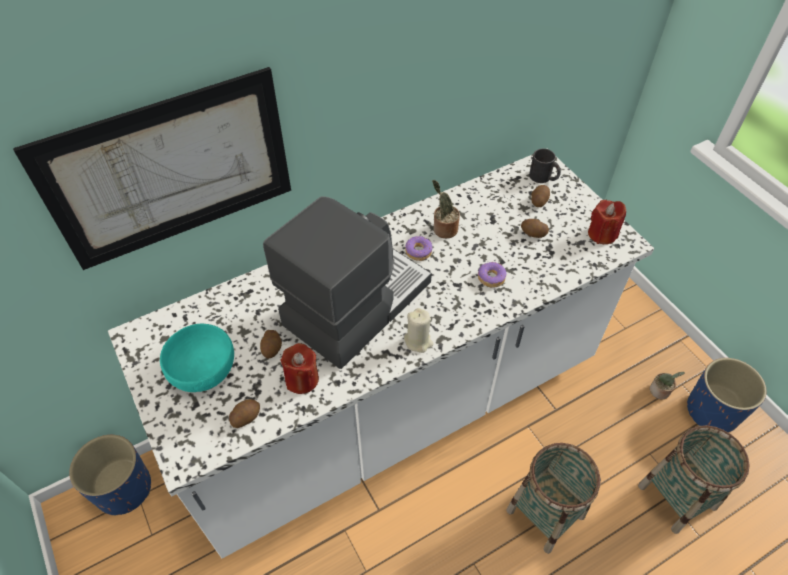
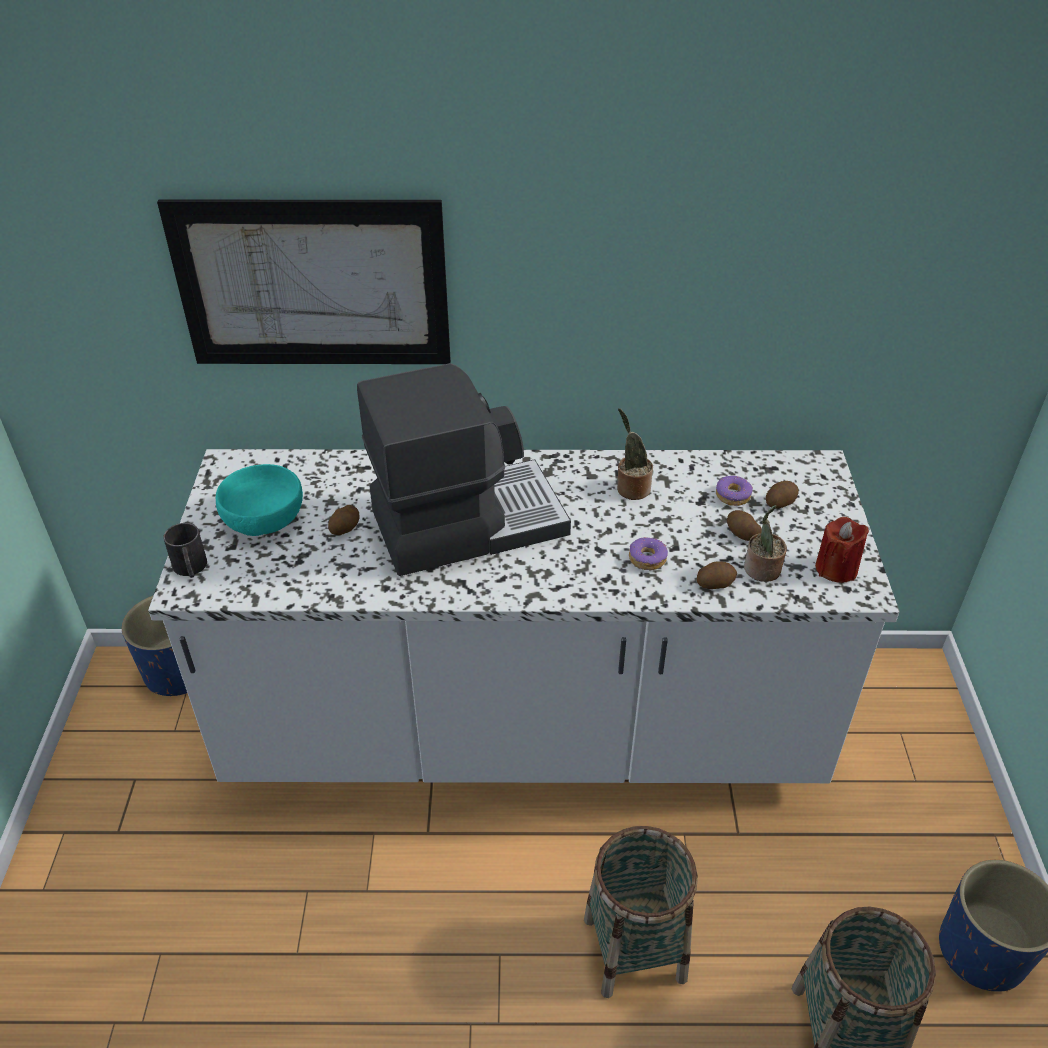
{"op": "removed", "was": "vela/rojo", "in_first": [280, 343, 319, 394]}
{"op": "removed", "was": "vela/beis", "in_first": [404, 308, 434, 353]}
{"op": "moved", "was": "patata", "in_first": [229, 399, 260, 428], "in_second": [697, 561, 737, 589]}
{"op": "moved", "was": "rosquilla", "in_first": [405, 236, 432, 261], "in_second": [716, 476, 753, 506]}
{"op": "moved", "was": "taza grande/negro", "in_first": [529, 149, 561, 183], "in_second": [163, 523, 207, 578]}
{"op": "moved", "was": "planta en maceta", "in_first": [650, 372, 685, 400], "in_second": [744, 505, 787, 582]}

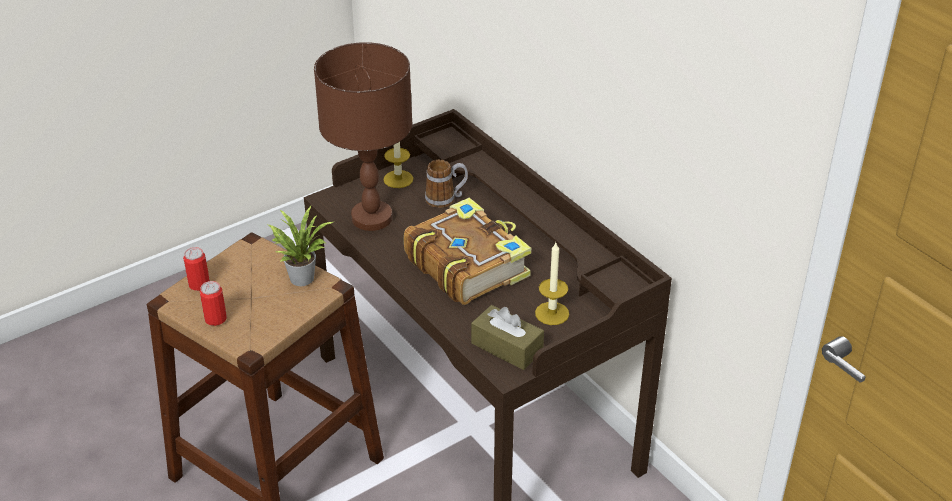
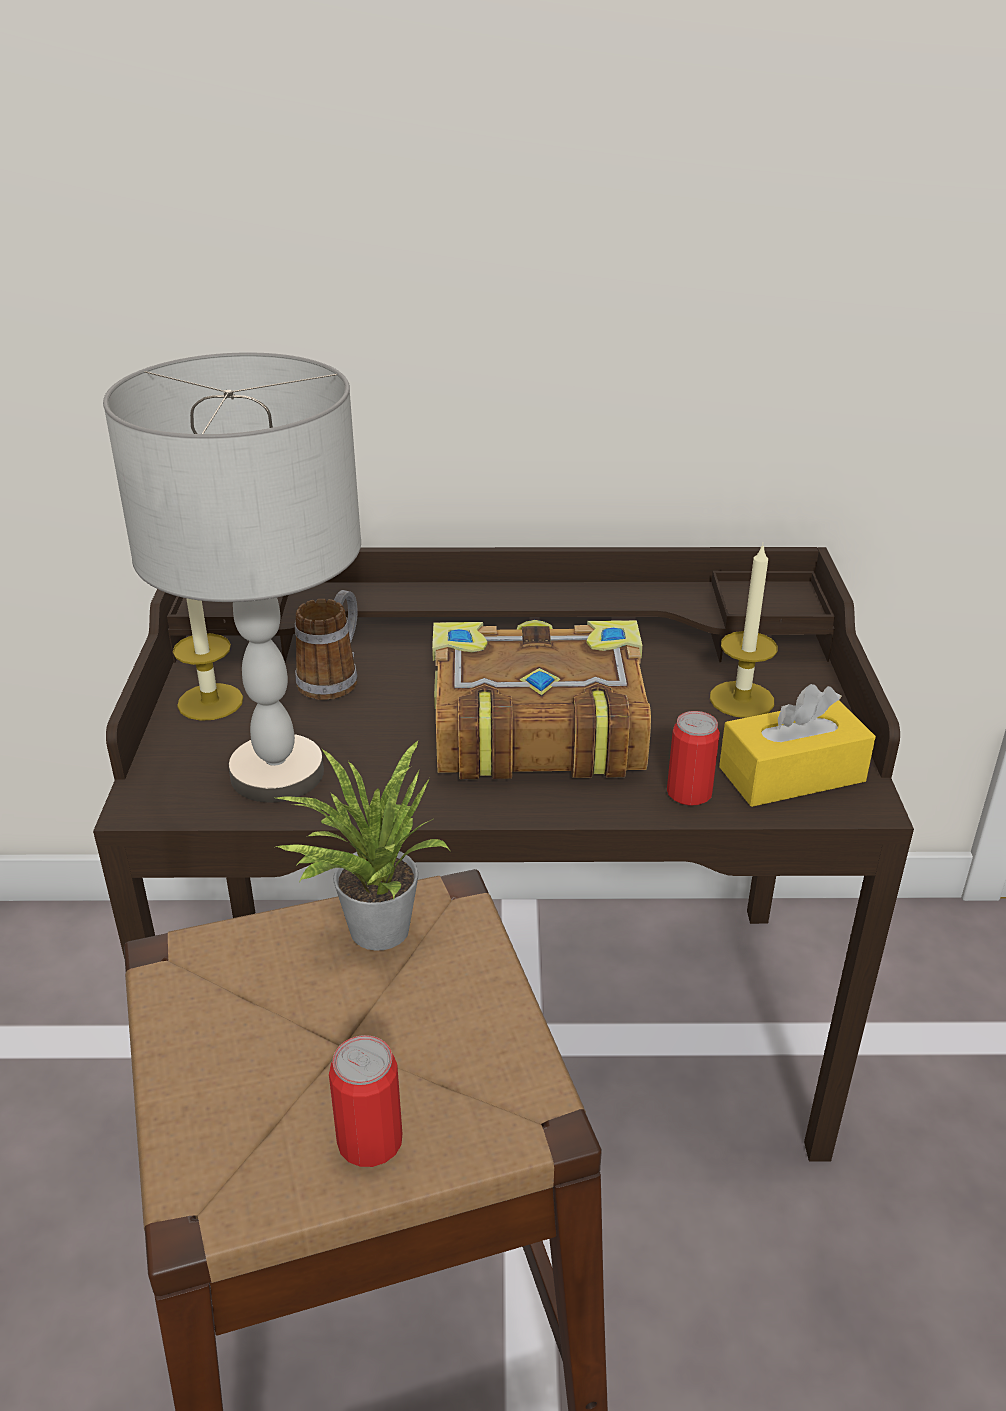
{"op": "moved", "was": "lata", "in_first": [183, 247, 210, 291], "in_second": [667, 711, 720, 806]}
{"op": "recoloured", "was": "lámpara de mesa/marrón", "now": "lámpara de mesa/gris", "in_first": [314, 42, 412, 231], "in_second": [103, 353, 361, 803]}
{"op": "recoloured", "was": "caja de pañuelos/marrón", "now": "caja de pañuelos/amarillo", "in_first": [471, 305, 544, 370], "in_second": [719, 684, 876, 807]}

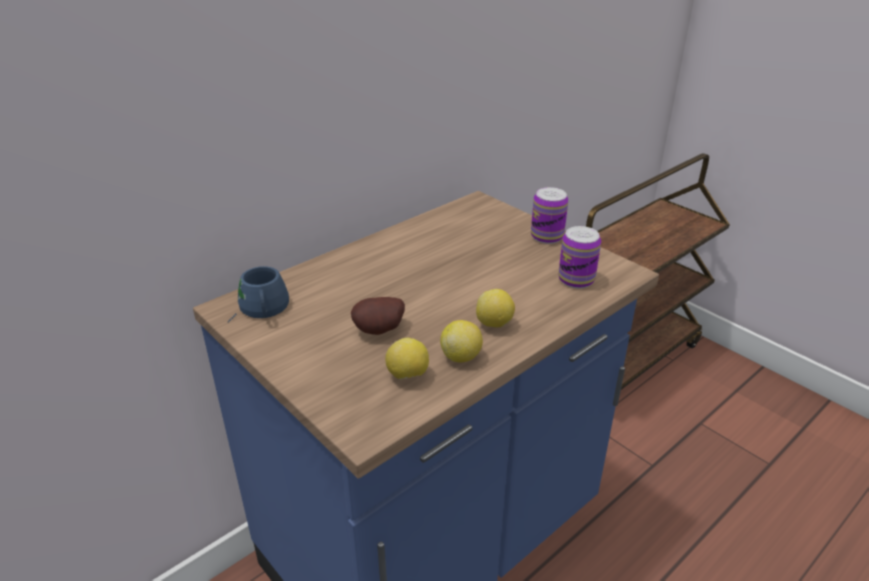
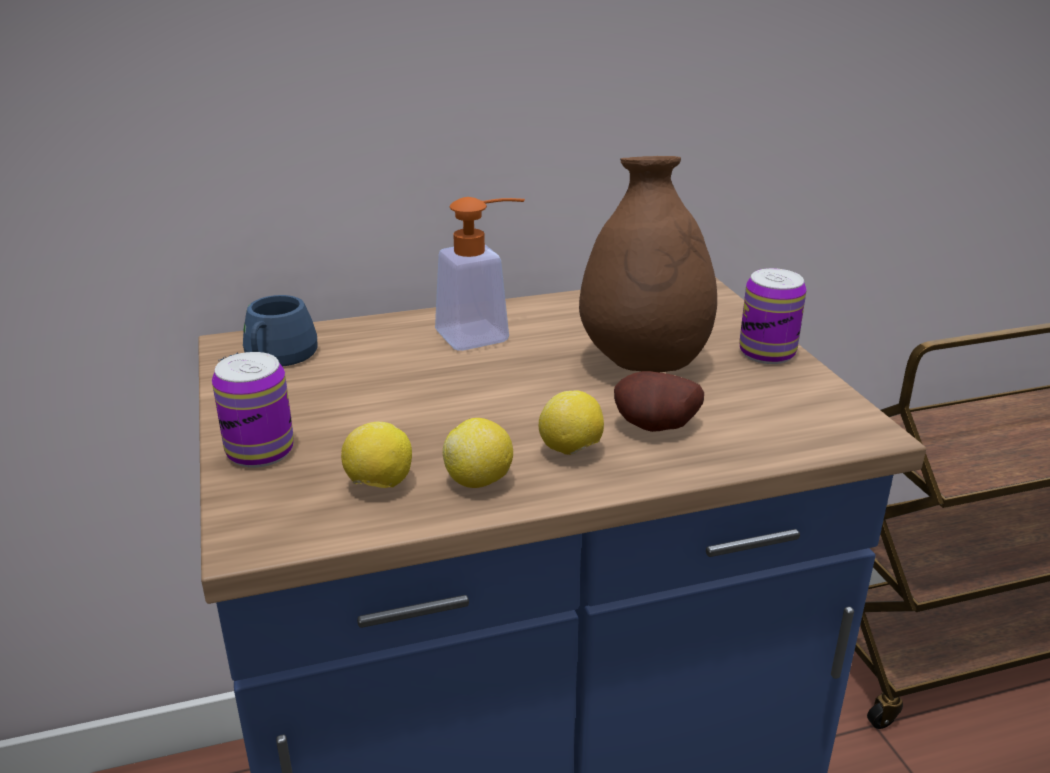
{"op": "added", "now": "dispensador de jabón", "in_second": [435, 197, 525, 351]}
{"op": "added", "now": "florero/marrón", "in_second": [579, 156, 717, 372]}
{"op": "moved", "was": "patata", "in_first": [351, 297, 405, 335], "in_second": [614, 371, 704, 432]}
{"op": "moved", "was": "lata", "in_first": [558, 226, 601, 288], "in_second": [212, 352, 294, 468]}

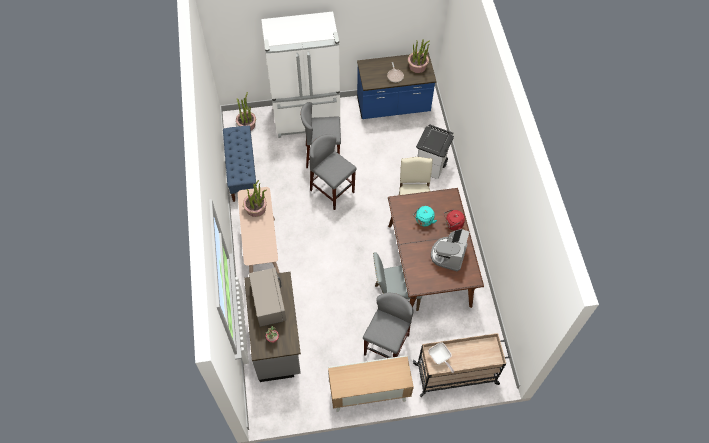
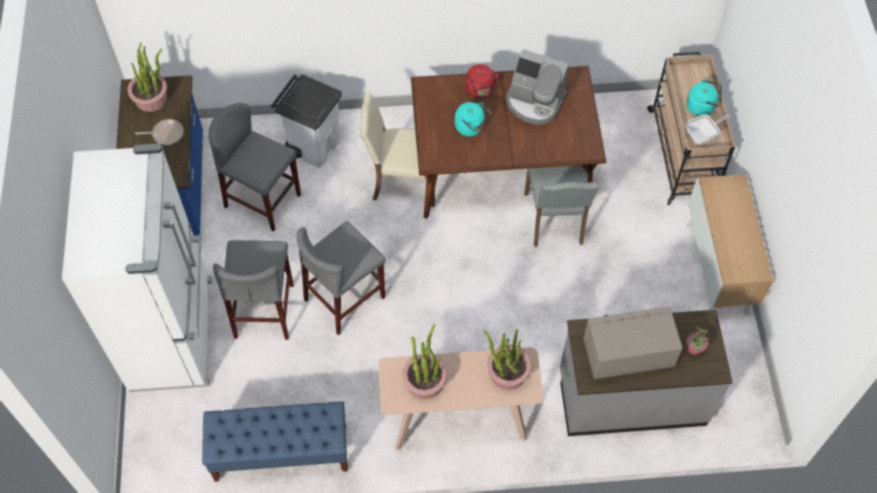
{"op": "added", "now": "hervidor/turquesa", "in_second": [686, 79, 722, 116]}
{"op": "moved", "was": "planta en maceta", "in_first": [236, 92, 256, 131], "in_second": [484, 329, 532, 390]}
{"op": "moved", "was": "taburete/gris", "in_first": [363, 293, 413, 358], "in_second": [209, 103, 301, 232]}

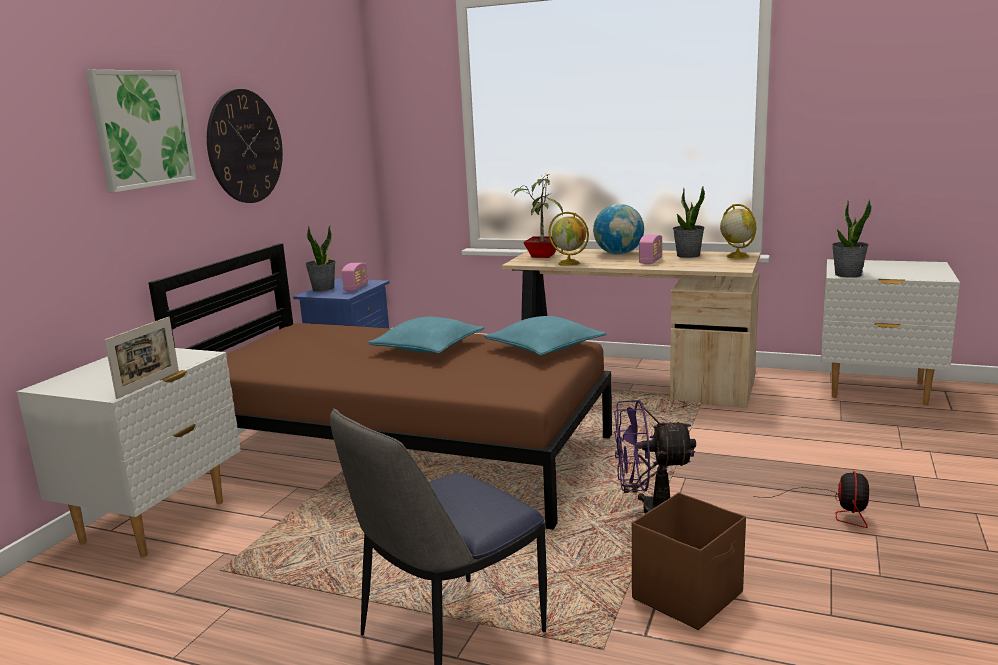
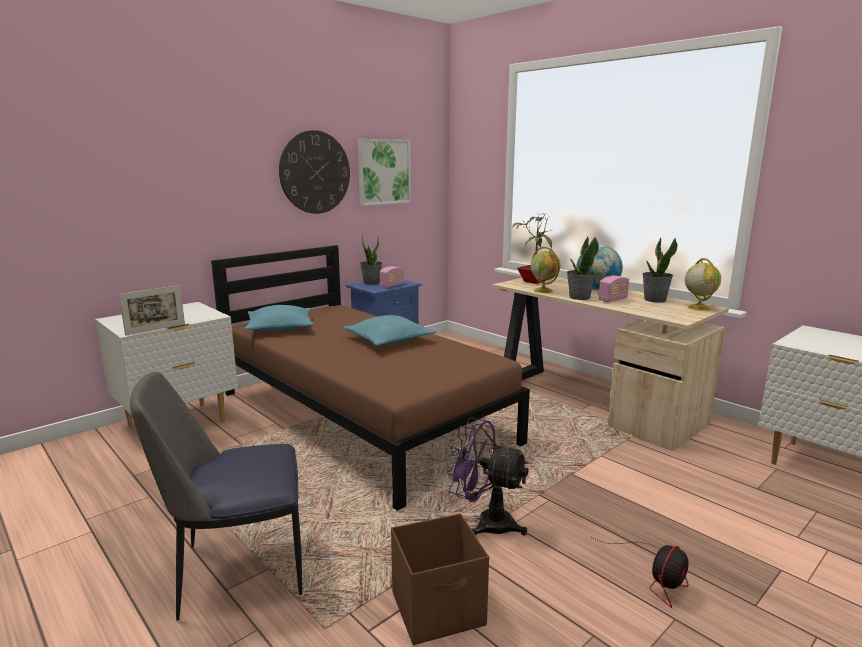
{"op": "moved", "was": "cuadro", "in_first": [86, 70, 196, 192], "in_second": [358, 139, 411, 206]}
{"op": "moved", "was": "cojín/turquesa", "in_first": [484, 316, 606, 356], "in_second": [244, 305, 314, 331]}
{"op": "moved", "was": "planta en maceta", "in_first": [832, 200, 872, 277], "in_second": [567, 236, 599, 300]}

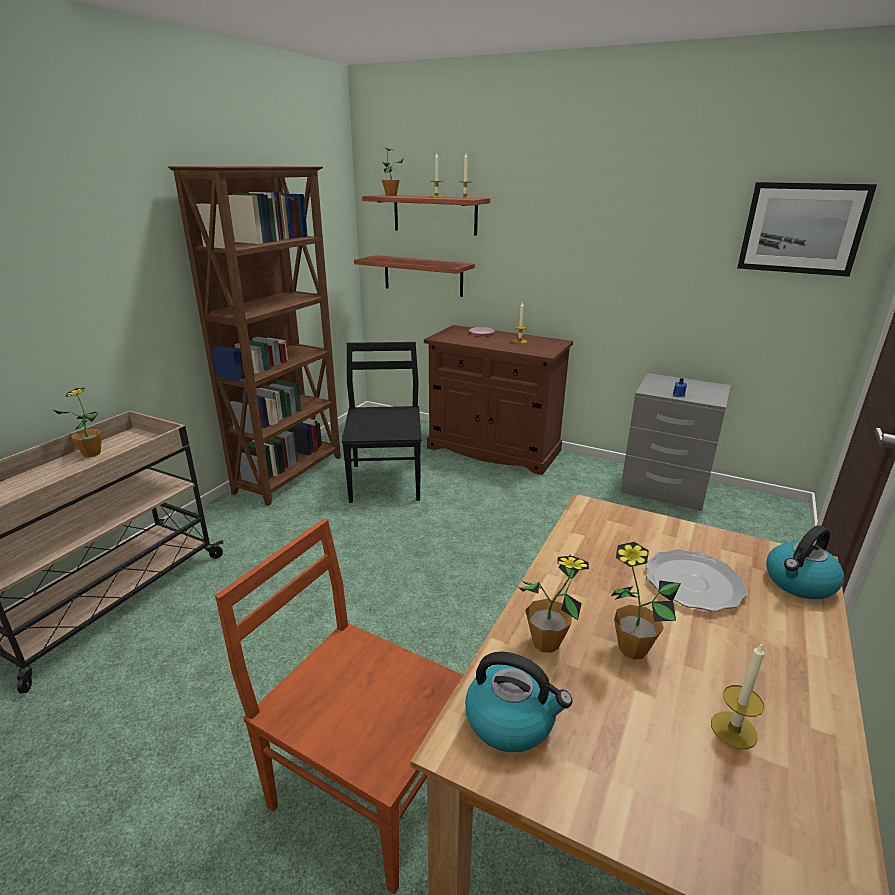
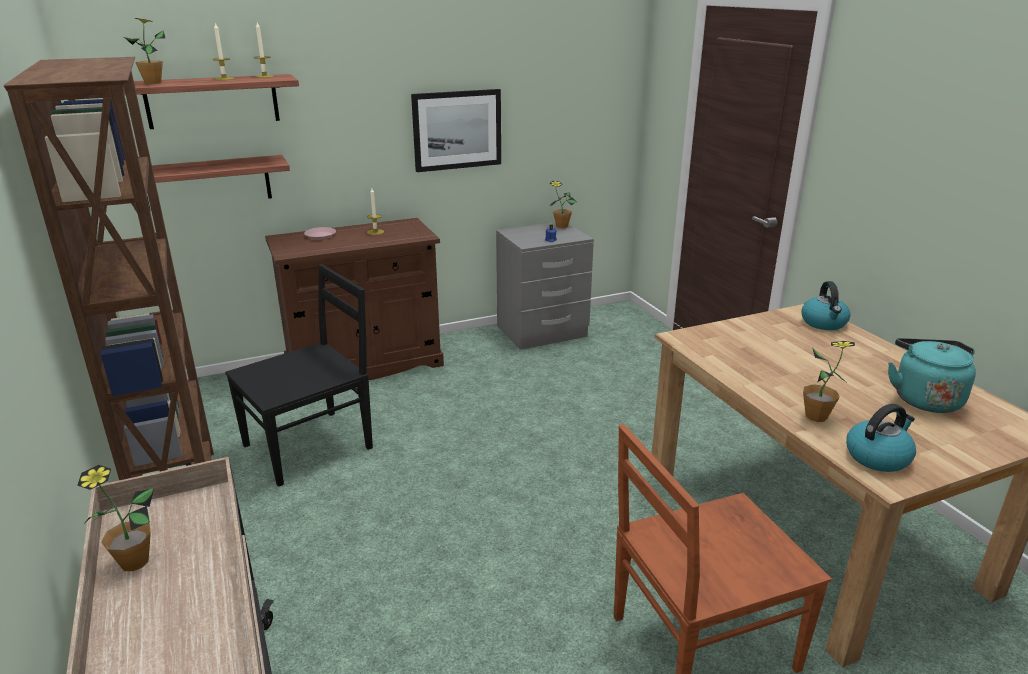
{"op": "removed", "was": "plato", "in_first": [645, 549, 748, 612]}
{"op": "moved", "was": "planta en maceta", "in_first": [611, 542, 681, 660], "in_second": [549, 181, 576, 228]}
{"op": "moved", "was": "cuadro", "in_first": [737, 182, 877, 277], "in_second": [411, 89, 501, 172]}
{"op": "replaced", "was": "vela", "now": "hervidor/turquesa", "in_first": [711, 643, 765, 749], "in_second": [888, 338, 976, 413]}
{"op": "turned", "was": "silla/negro", "in_first": [342, 342, 422, 503], "in_second": [225, 264, 373, 487], "clockwise": 105}

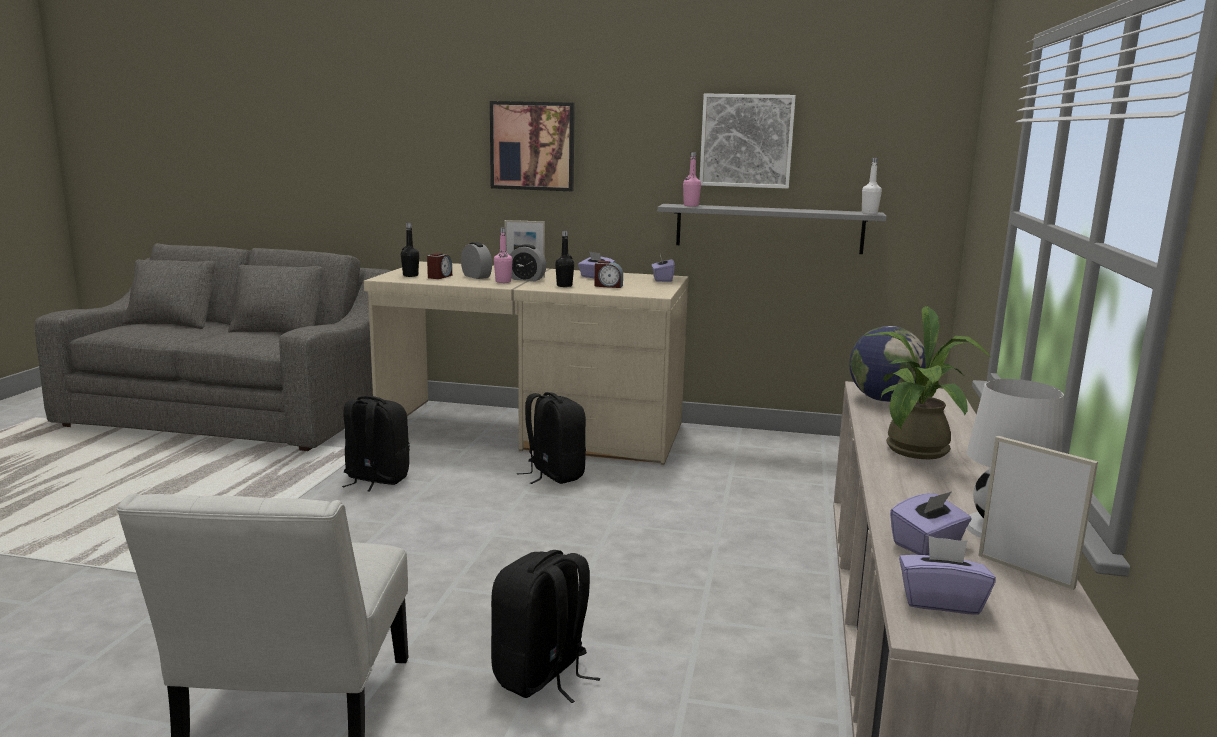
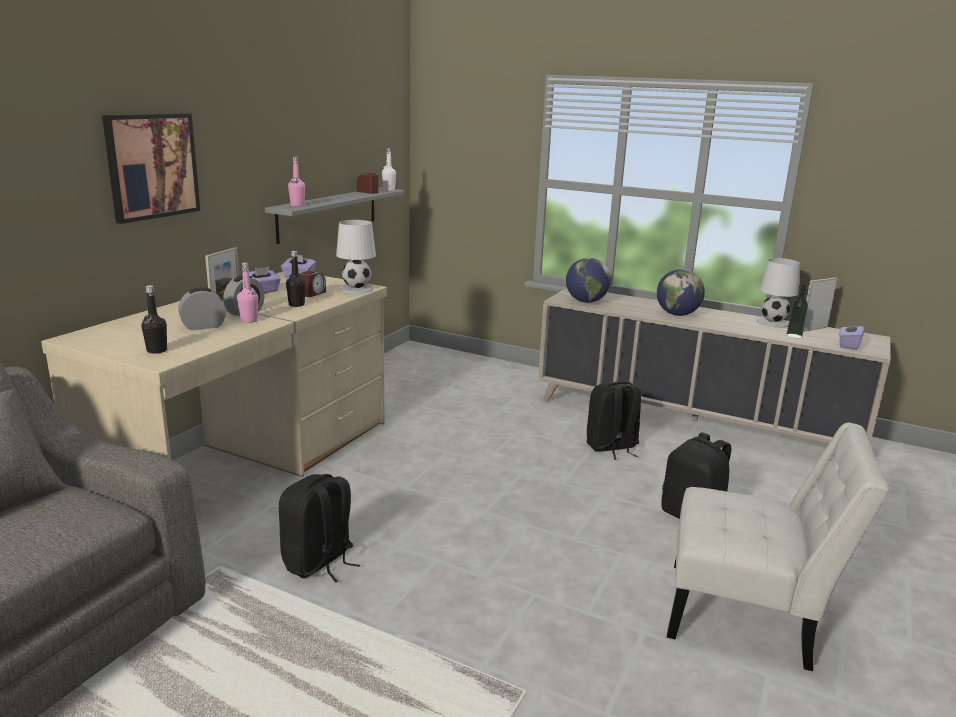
{"op": "removed", "was": "cuadro", "in_first": [700, 93, 796, 189]}
{"op": "added", "now": "lámpara de mesa/blanco", "in_second": [336, 220, 376, 294]}
{"op": "moved", "was": "despertador", "in_first": [427, 253, 452, 279], "in_second": [357, 173, 379, 194]}
{"op": "moved", "was": "mochila/negro", "in_first": [517, 392, 586, 484], "in_second": [587, 381, 641, 460]}
{"op": "replaced", "was": "planta en maceta", "now": "globo terráqueo", "in_first": [864, 306, 992, 459], "in_second": [657, 269, 705, 316]}
{"op": "replaced", "was": "caja de pañuelos/morado", "now": "botella", "in_first": [890, 491, 972, 555], "in_second": [787, 283, 808, 338]}

